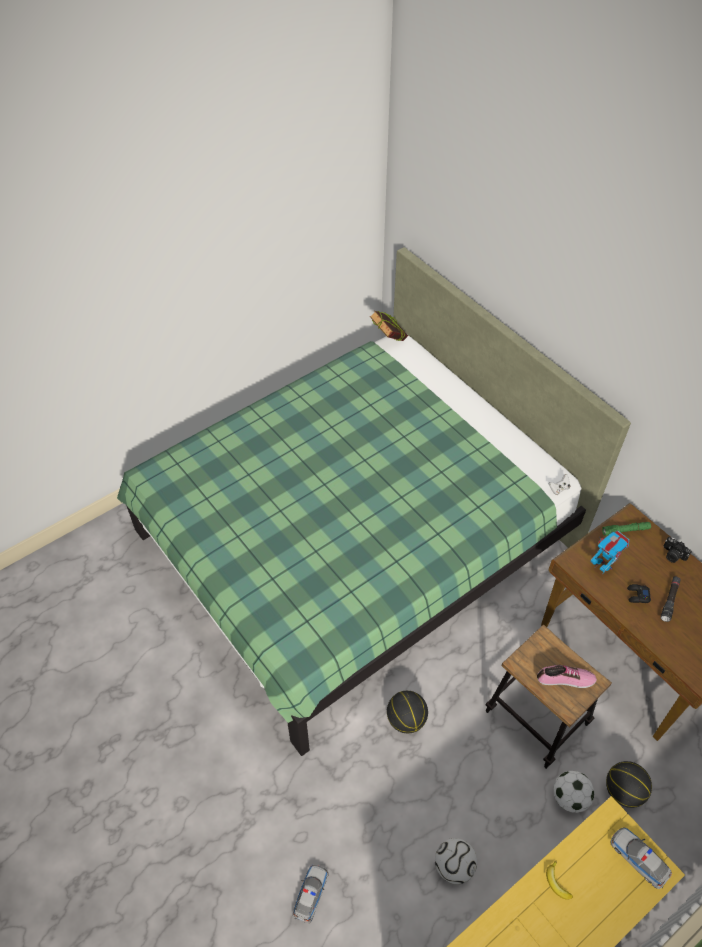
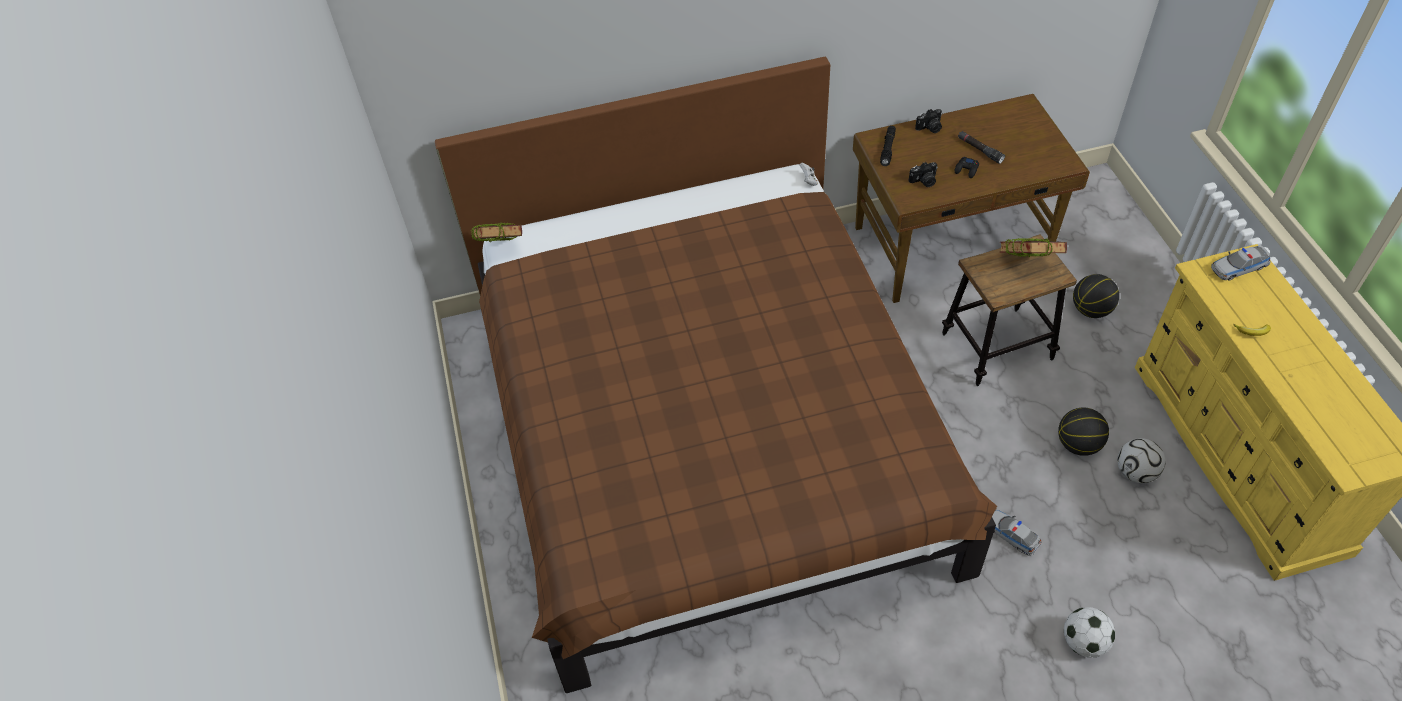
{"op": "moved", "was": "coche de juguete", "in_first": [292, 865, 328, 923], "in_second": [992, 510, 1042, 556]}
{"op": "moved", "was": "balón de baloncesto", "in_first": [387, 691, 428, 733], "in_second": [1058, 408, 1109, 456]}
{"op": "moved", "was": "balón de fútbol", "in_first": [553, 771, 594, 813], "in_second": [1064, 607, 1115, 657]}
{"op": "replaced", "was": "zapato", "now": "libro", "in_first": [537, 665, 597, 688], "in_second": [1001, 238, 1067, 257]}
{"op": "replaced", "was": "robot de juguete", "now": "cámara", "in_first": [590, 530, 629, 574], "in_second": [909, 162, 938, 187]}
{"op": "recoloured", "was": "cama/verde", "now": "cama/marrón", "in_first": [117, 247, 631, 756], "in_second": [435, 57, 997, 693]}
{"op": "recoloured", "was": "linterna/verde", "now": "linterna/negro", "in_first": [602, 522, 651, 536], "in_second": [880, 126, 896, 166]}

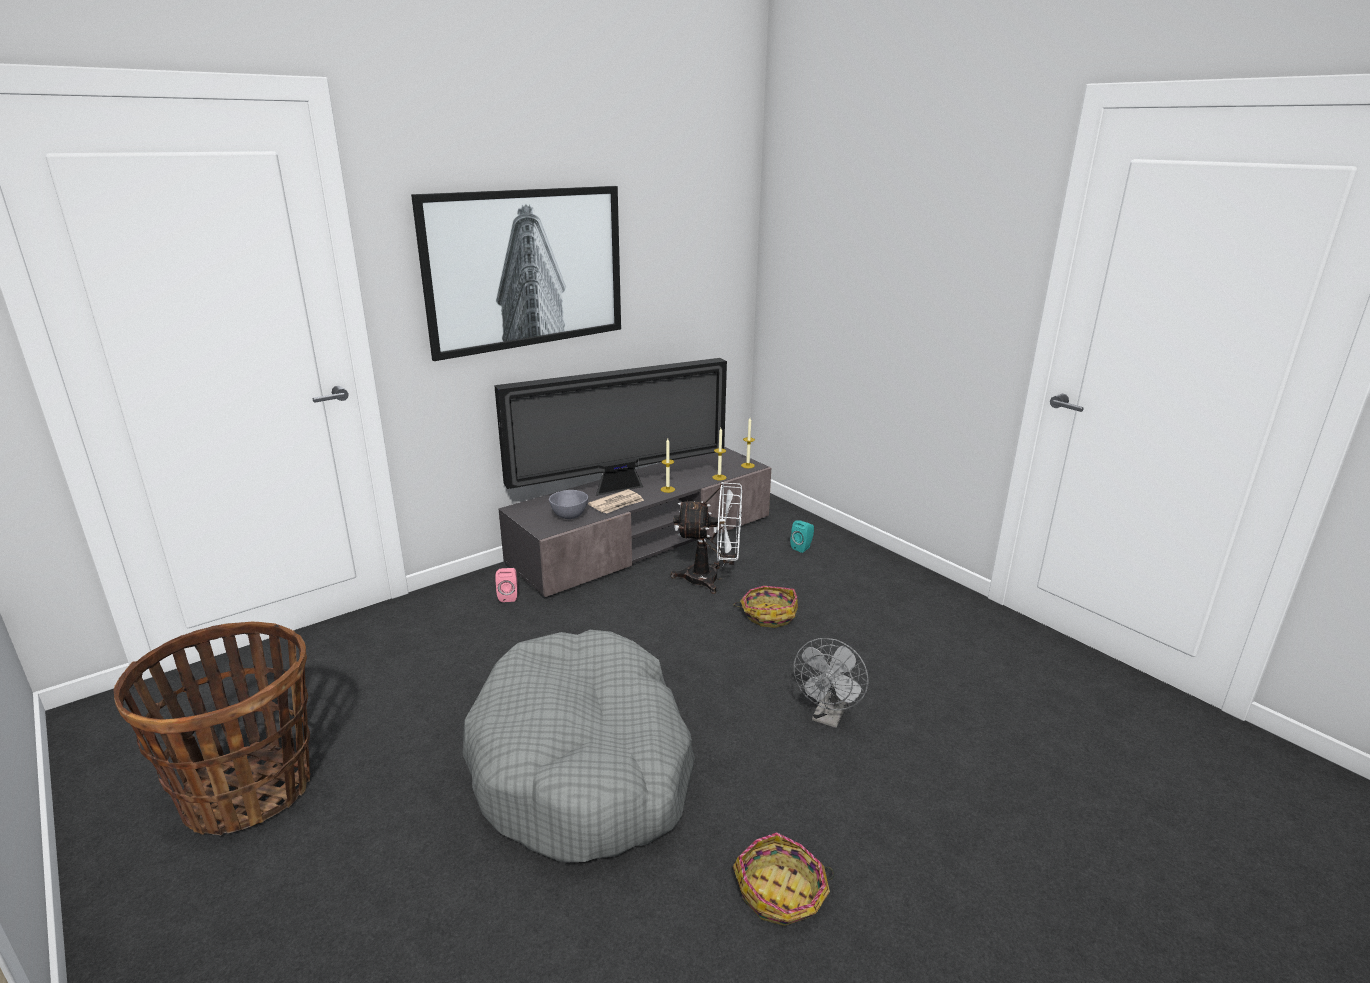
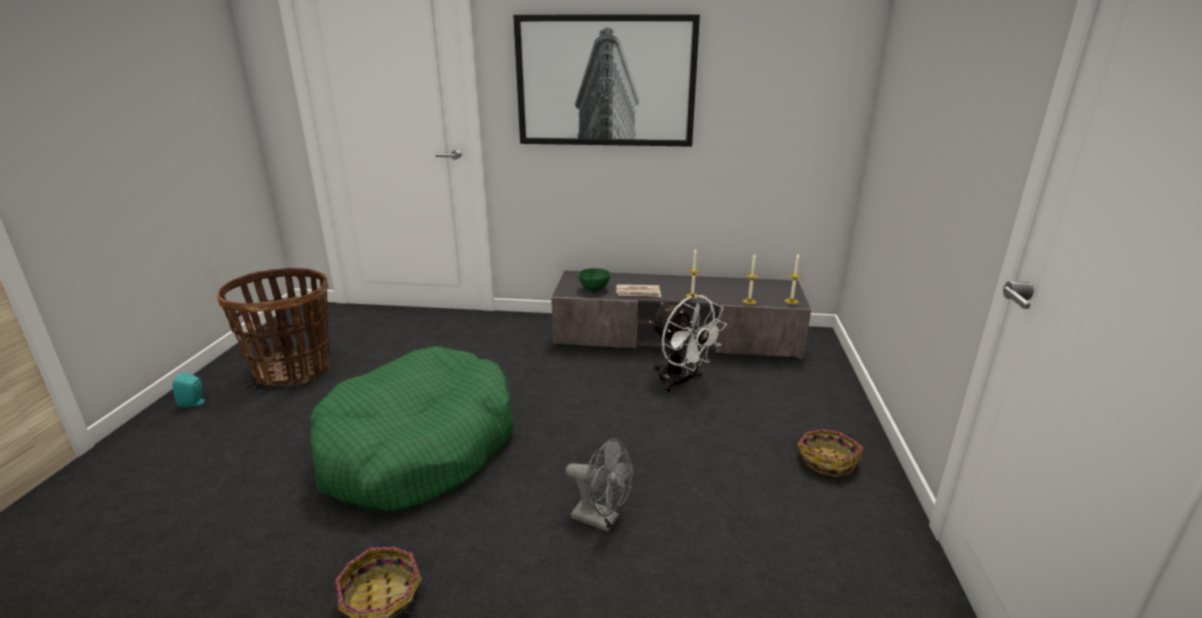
{"op": "removed", "was": "televisor", "in_first": [494, 358, 727, 496]}
{"op": "removed", "was": "altavoz/rosa", "in_first": [495, 568, 517, 602]}
{"op": "moved", "was": "cesta", "in_first": [734, 586, 798, 628], "in_second": [797, 429, 864, 477]}
{"op": "moved", "was": "altavoz/turquesa", "in_first": [790, 520, 814, 553], "in_second": [172, 372, 207, 407]}
{"op": "recoloured", "was": "cama para perro/gris", "now": "cama para perro/verde", "in_first": [462, 630, 695, 863], "in_second": [310, 346, 514, 511]}
{"op": "recoloured", "was": "cuenco/gris", "now": "cuenco/verde", "in_first": [549, 490, 588, 519], "in_second": [578, 268, 611, 291]}
{"op": "turned", "was": "ventilador/gris", "in_first": [793, 638, 869, 728], "in_second": [566, 438, 633, 532], "clockwise": -135}

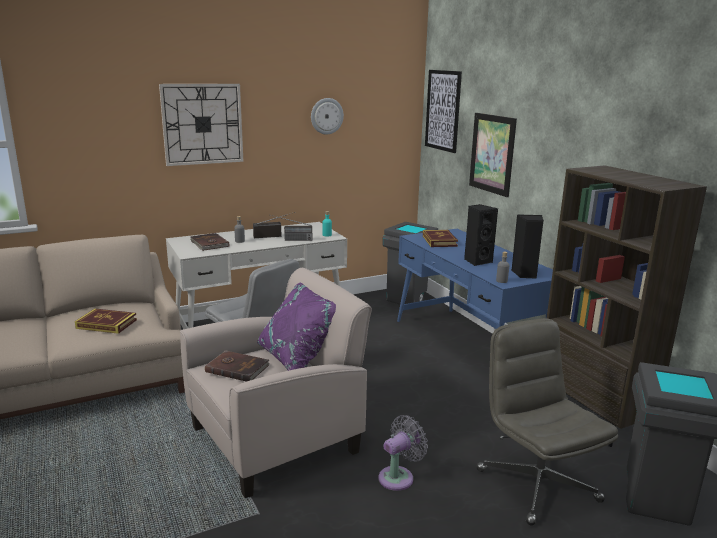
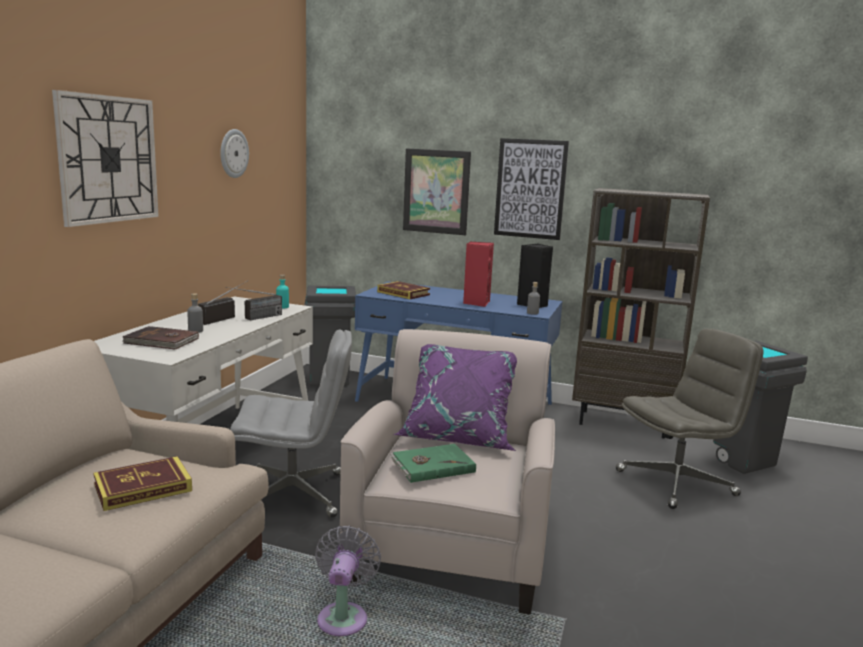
{"op": "moved", "was": "ventilador/gris", "in_first": [379, 415, 428, 491], "in_second": [315, 526, 381, 636]}
{"op": "moved", "was": "cuadro", "in_first": [425, 70, 462, 153], "in_second": [494, 138, 569, 240]}
{"op": "recoloured", "was": "libro/marrón", "now": "libro/verde", "in_first": [205, 351, 269, 382], "in_second": [390, 444, 476, 483]}
{"op": "recoloured", "was": "altavoz/negro", "now": "altavoz/rojo", "in_first": [464, 204, 498, 266], "in_second": [463, 242, 494, 307]}
{"op": "turned", "was": "silla de oficina/gris", "in_first": [476, 318, 618, 526], "in_second": [616, 329, 764, 509], "clockwise": 135}

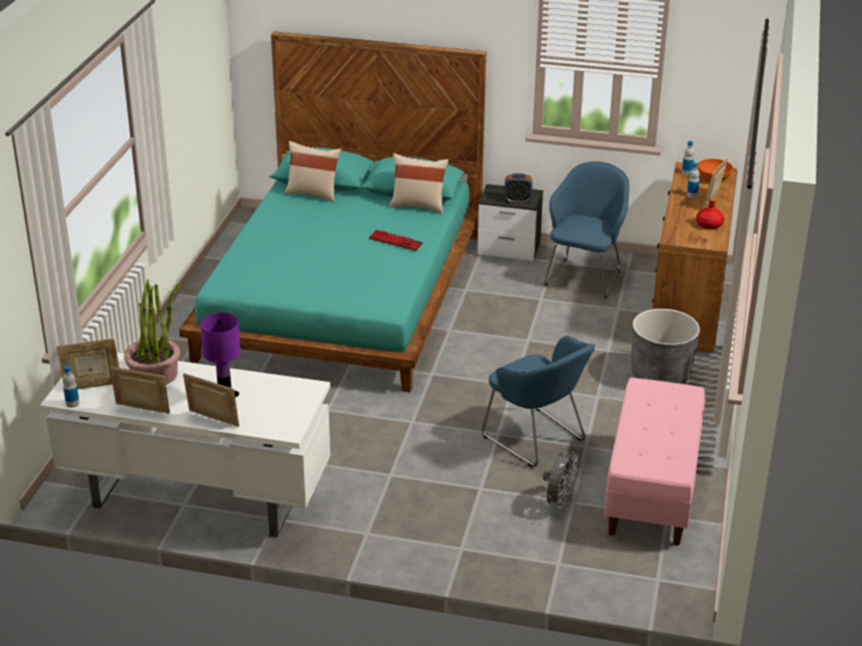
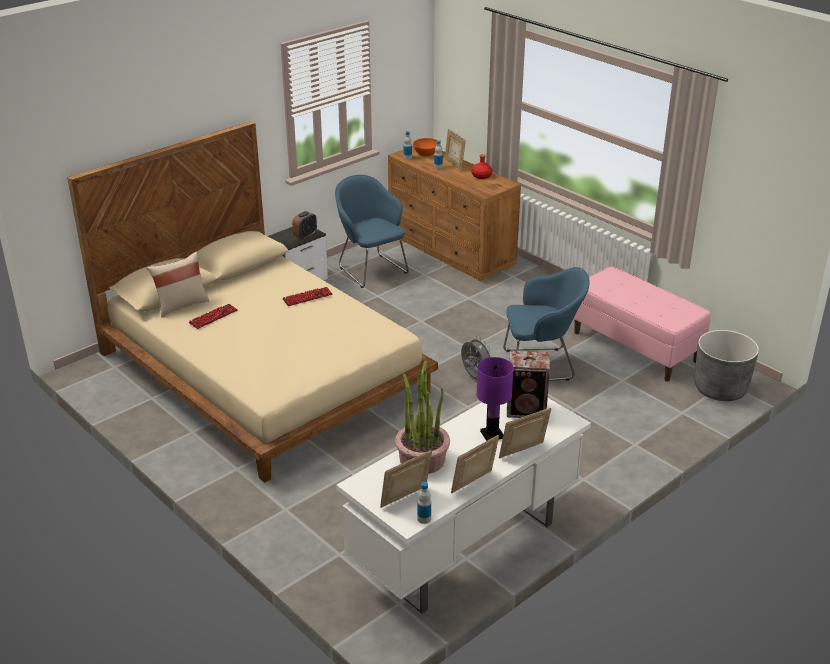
{"op": "removed", "was": "cojín/beis", "in_first": [389, 153, 449, 213]}
{"op": "added", "now": "teclado", "in_second": [189, 304, 238, 329]}
{"op": "added", "now": "altavoz", "in_second": [507, 350, 550, 418]}
{"op": "moved", "was": "ventilador/gris", "in_first": [543, 452, 578, 510], "in_second": [461, 336, 493, 380]}
{"op": "moved", "was": "maceta/gris", "in_first": [631, 309, 700, 384], "in_second": [694, 330, 759, 401]}
{"op": "recoloured", "was": "cama/turquesa", "now": "cama/beis", "in_first": [179, 31, 486, 393], "in_second": [67, 121, 438, 483]}
{"op": "turned", "was": "portarretratos", "in_first": [57, 338, 119, 389], "in_second": [380, 450, 432, 508], "clockwise": -150}

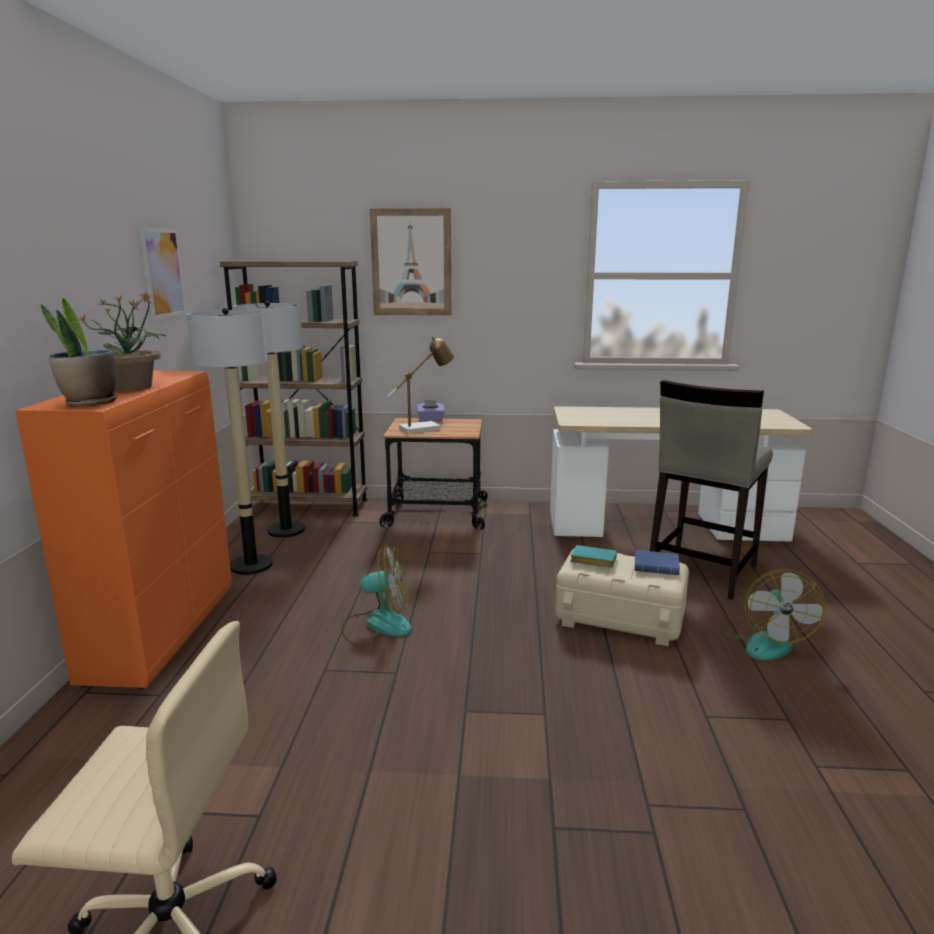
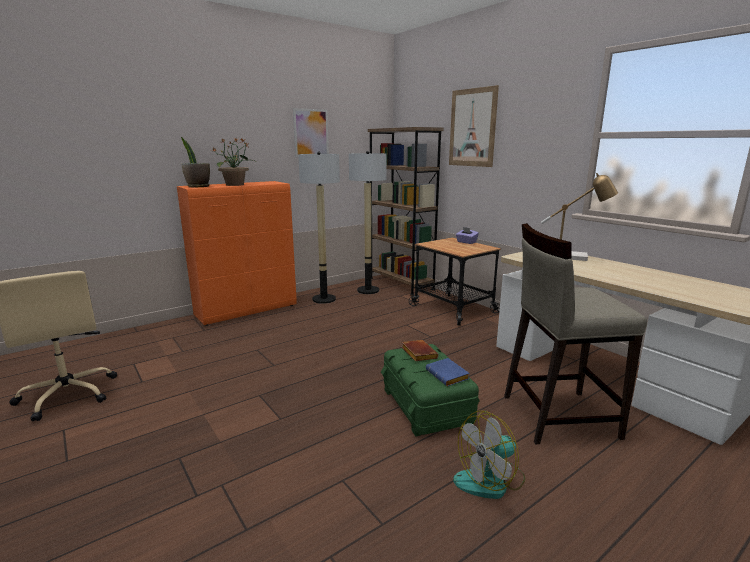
{"op": "removed", "was": "ventilador", "in_first": [341, 544, 411, 647]}
{"op": "moved", "was": "lámpara de mesa", "in_first": [387, 337, 454, 434], "in_second": [541, 173, 618, 261]}
{"op": "recoloured", "was": "caja de almacenaje/beis", "now": "caja de almacenaje/verde", "in_first": [555, 549, 689, 646], "in_second": [381, 344, 480, 437]}
{"op": "recoloured", "was": "libro/turquesa", "now": "libro/marrón", "in_first": [570, 545, 617, 568], "in_second": [402, 340, 439, 361]}

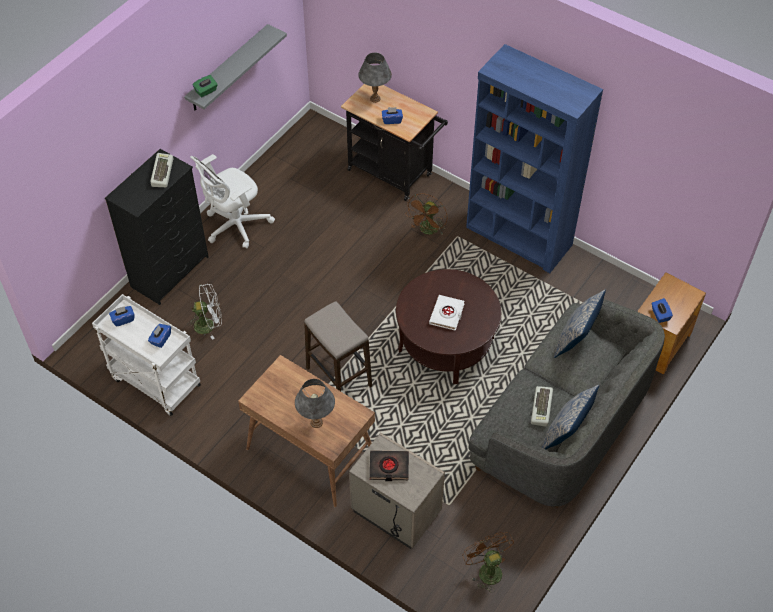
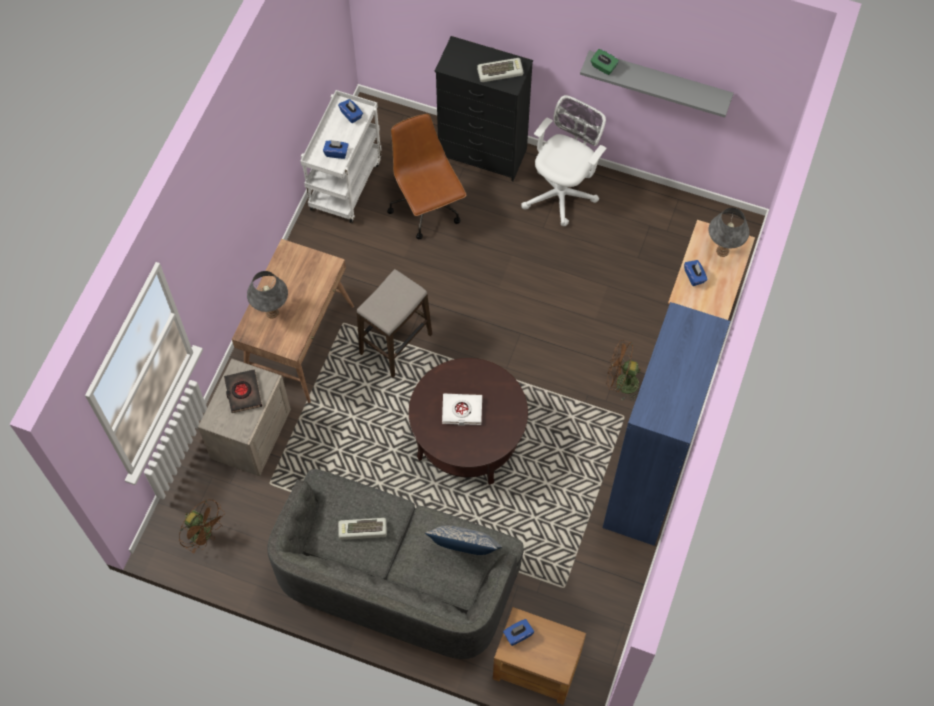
{"op": "removed", "was": "cojín", "in_first": [542, 385, 599, 449]}
{"op": "replaced", "was": "ventilador/blanco", "now": "silla de oficina/marrón", "in_first": [187, 284, 222, 340], "in_second": [387, 114, 466, 239]}
{"op": "turned", "was": "silla de oficina/blanco", "in_first": [190, 154, 275, 249], "in_second": [521, 95, 607, 226], "clockwise": 90}
{"op": "turned", "was": "ventilador/marrón", "in_first": [463, 532, 514, 593], "in_second": [179, 499, 225, 554], "clockwise": 75}

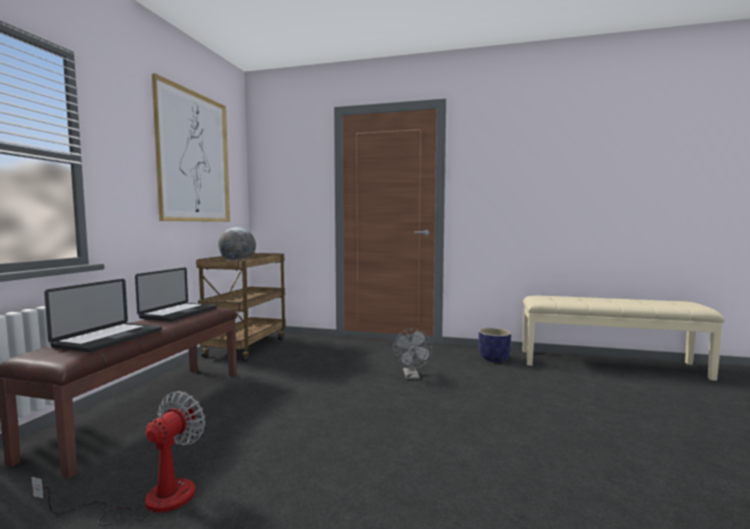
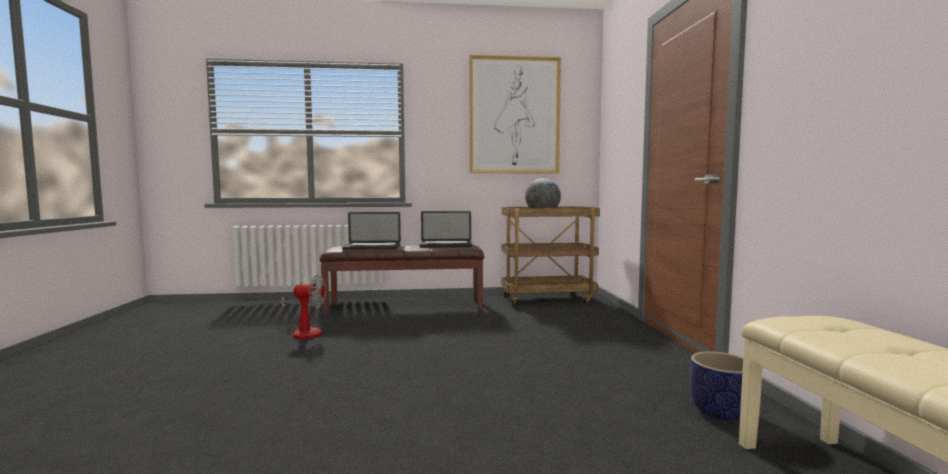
{"op": "removed", "was": "ventilador/gris", "in_first": [393, 329, 432, 379]}

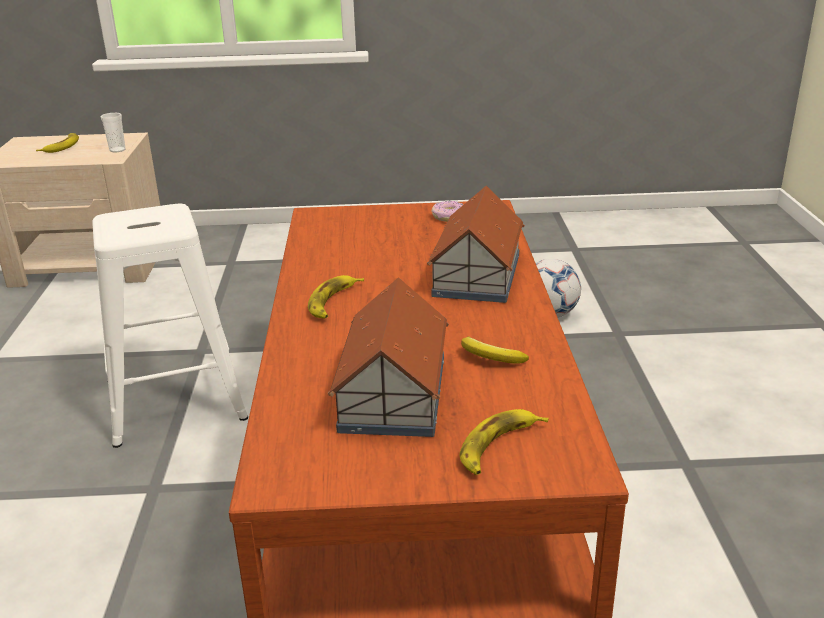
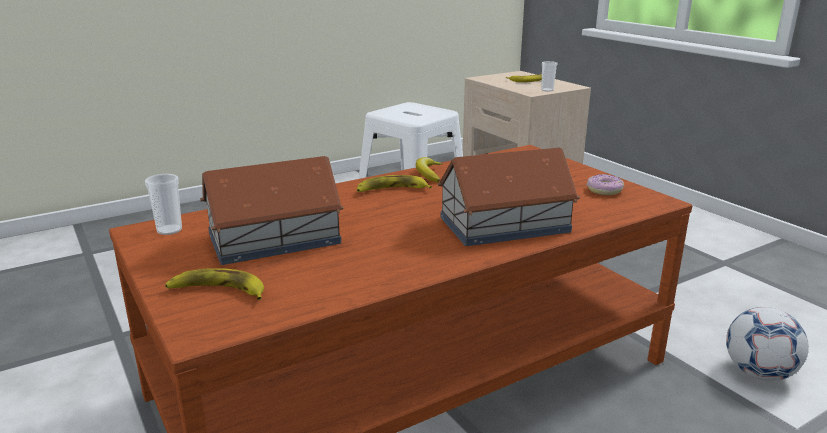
{"op": "added", "now": "taza", "in_second": [145, 174, 182, 235]}
{"op": "moved", "was": "plátano", "in_first": [461, 336, 529, 364], "in_second": [416, 157, 442, 182]}

